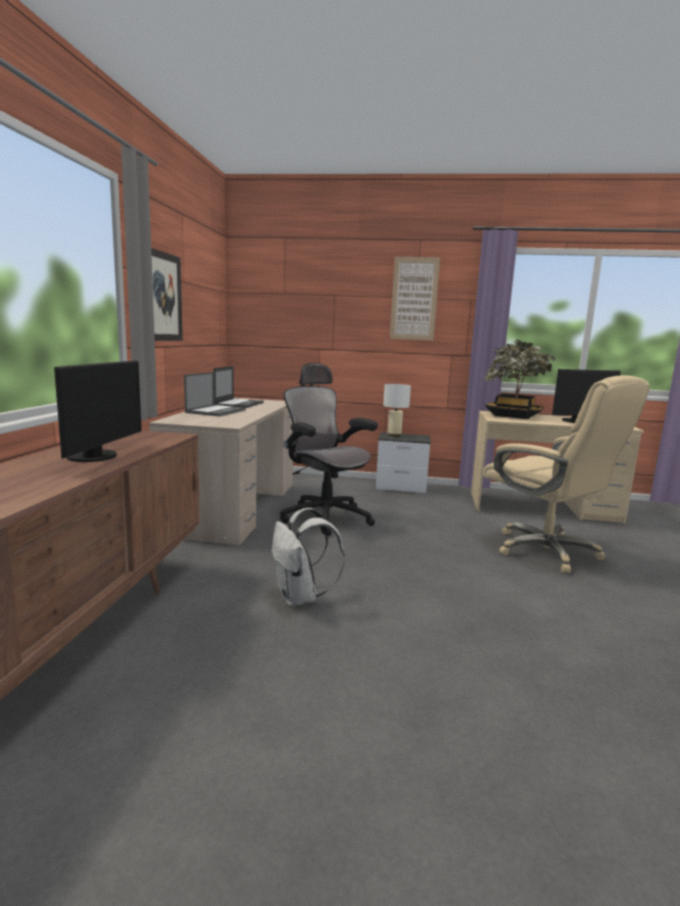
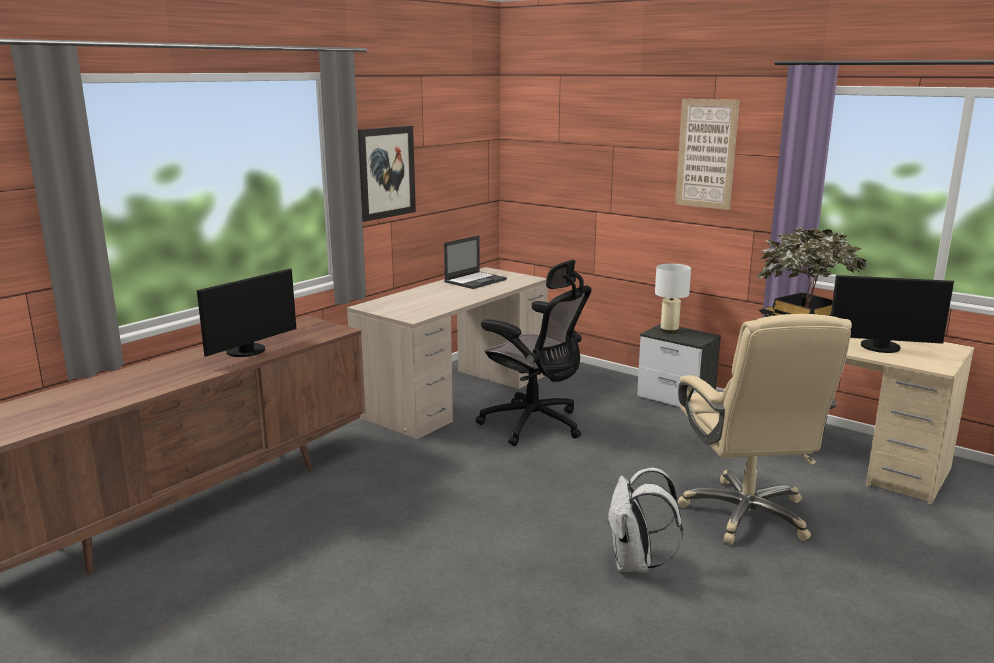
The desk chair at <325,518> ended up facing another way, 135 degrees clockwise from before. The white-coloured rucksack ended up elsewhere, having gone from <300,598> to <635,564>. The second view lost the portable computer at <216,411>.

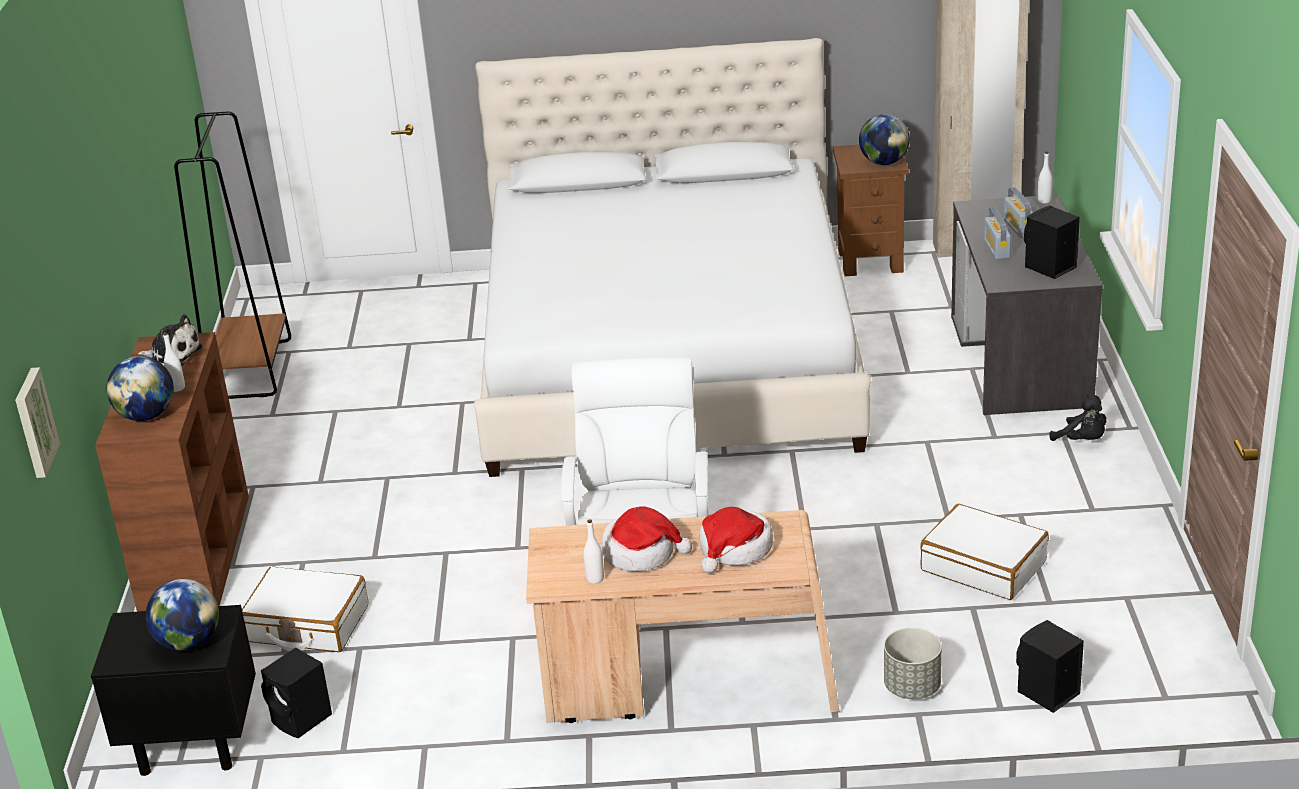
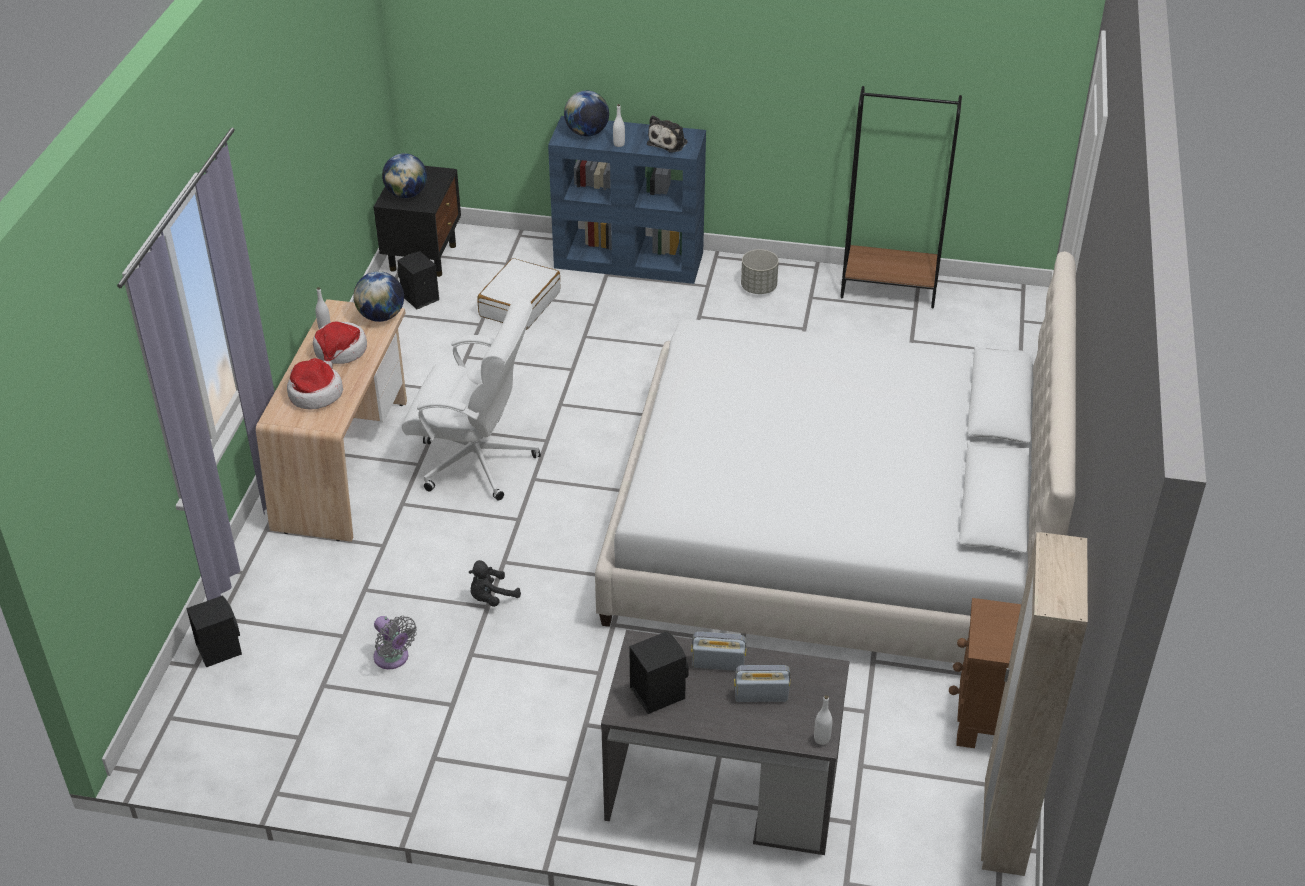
The globe ended up elsewhere, having gone from <884,162> to <381,316>. Where the white-coloured travel case stood at <984,565>, the grey electric fan came to stand at <393,658>. The blackish plush toy ended up elsewhere, having gone from <1082,440> to <491,598>. What was the brown shelving unit at <194,555> turned into the bluish shelving unit at <629,259>. The grey planter ended up elsewhere, having gone from <912,687> to <758,288>. The second view lost the wall art at <33,422>.

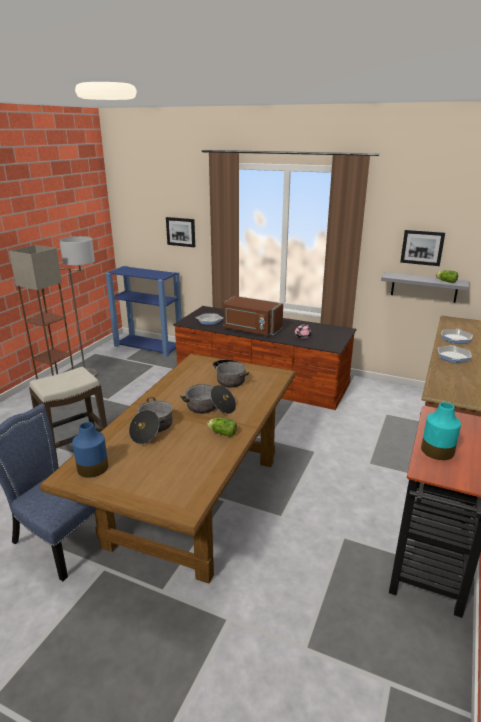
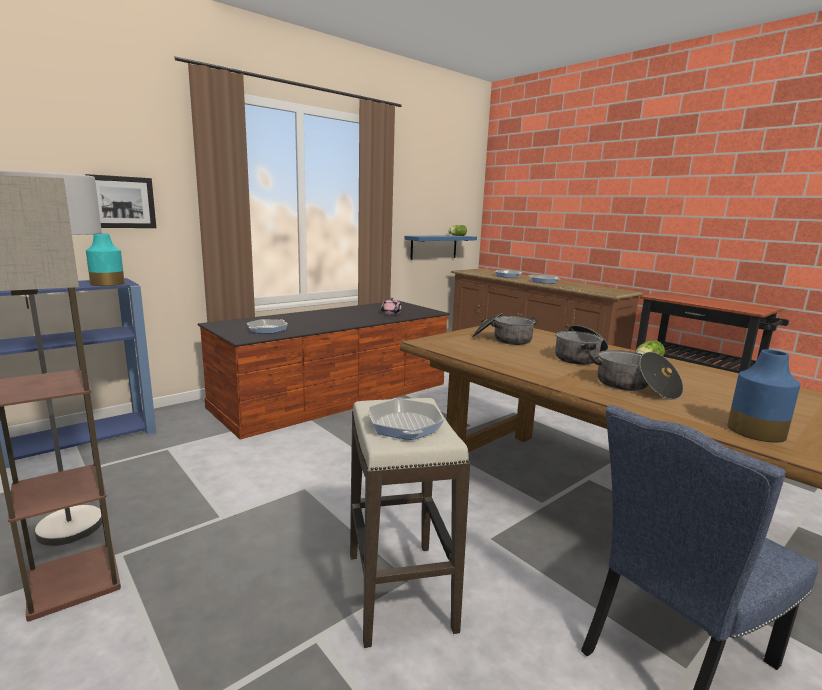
The turquoise flower vase ended up elsewhere, having gone from <437,450> to <108,283>. The second view gained the skillet at <405,425>. What was the grey bracket shelf at <424,287> turned into the bluish bracket shelf at <434,247>. The second view lost the brown kitchen microwave at <251,329>. The second view lost the wall art at <422,247>.

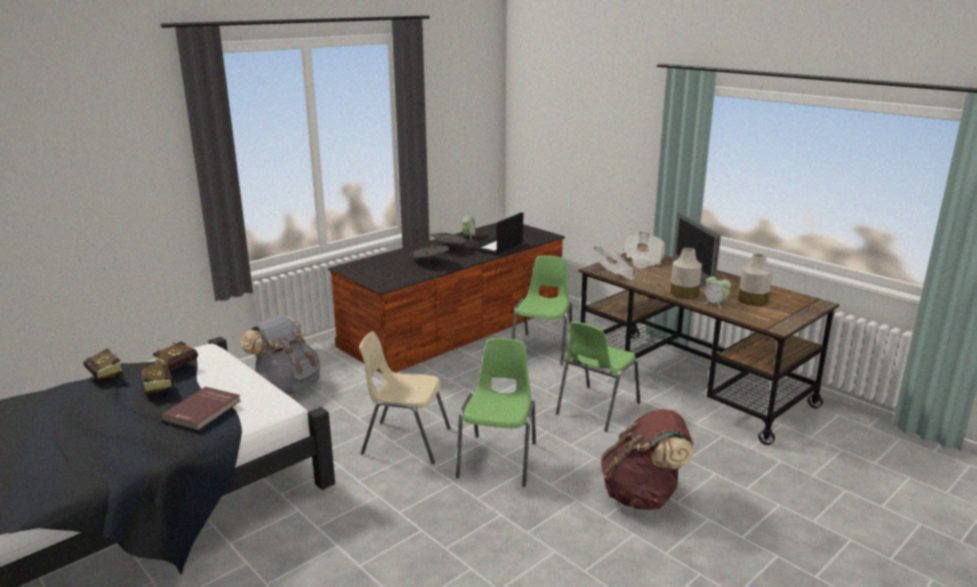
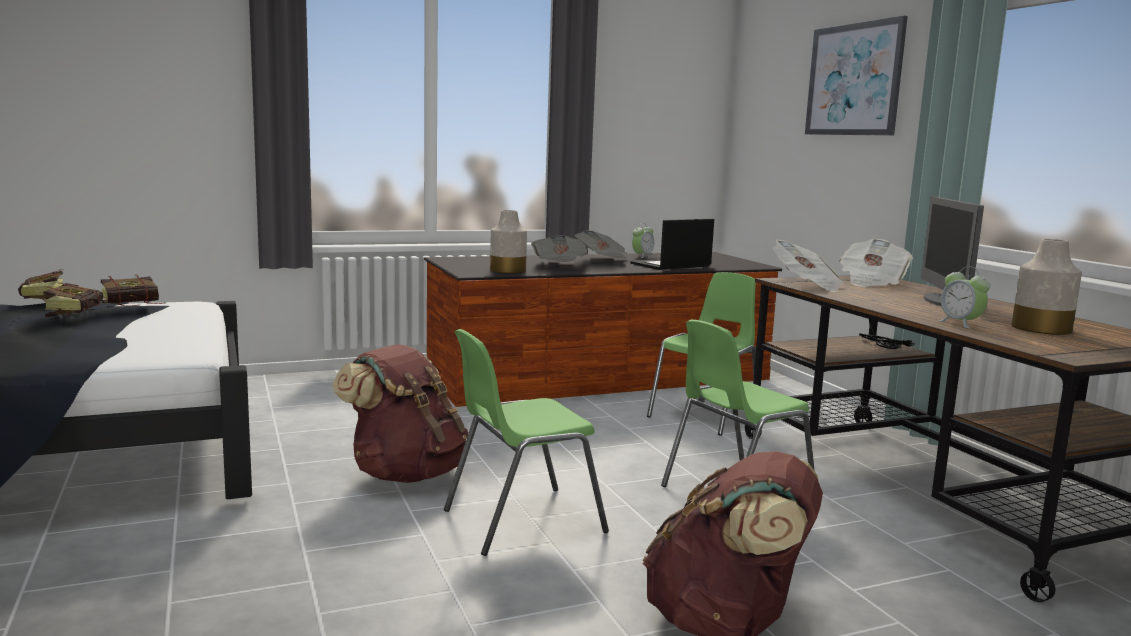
Where the beige upright chair stood at <405,441>, the brown rucksack came to stand at <406,474>. The greenish upright chair at <499,459> ended up facing another way, 150 degrees counterclockwise from before. The beige flower vase ended up elsewhere, having gone from <684,293> to <508,270>. The second view gained the wall art at <854,80>. The second view lost the red-coloured bound book at <203,411>. The second view lost the grey rucksack at <287,387>.

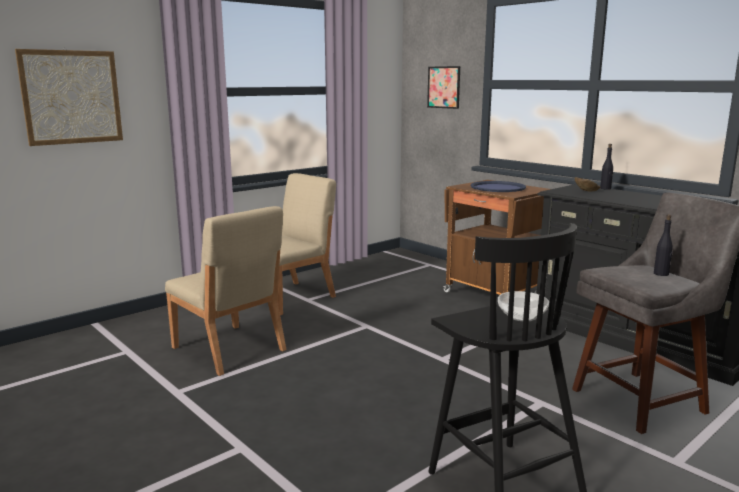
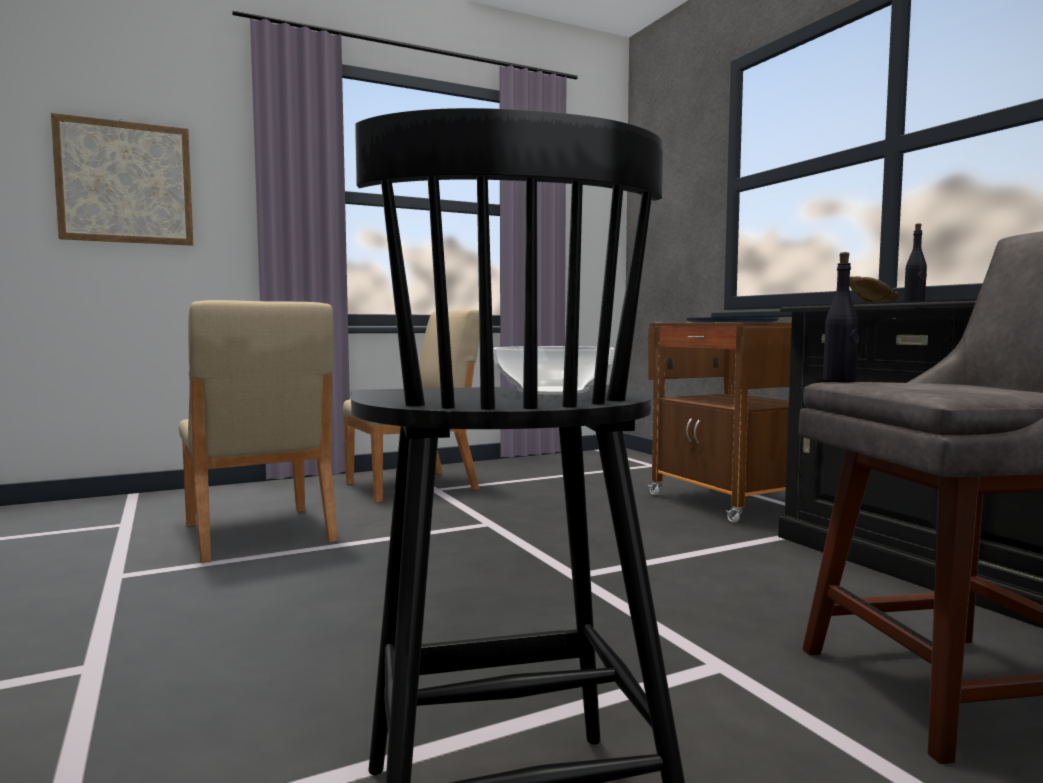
The blackish beverage bottle ended up elsewhere, having gone from <661,274> to <839,381>. The second view lost the wall art at <444,87>.

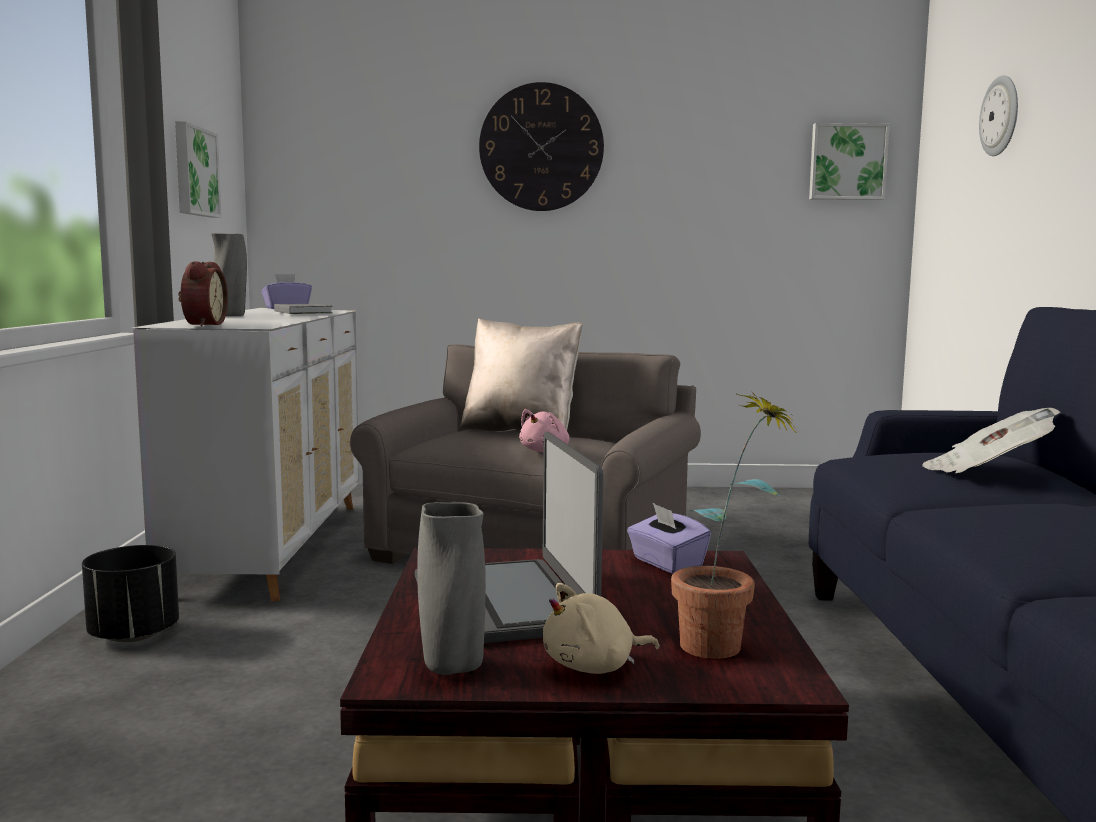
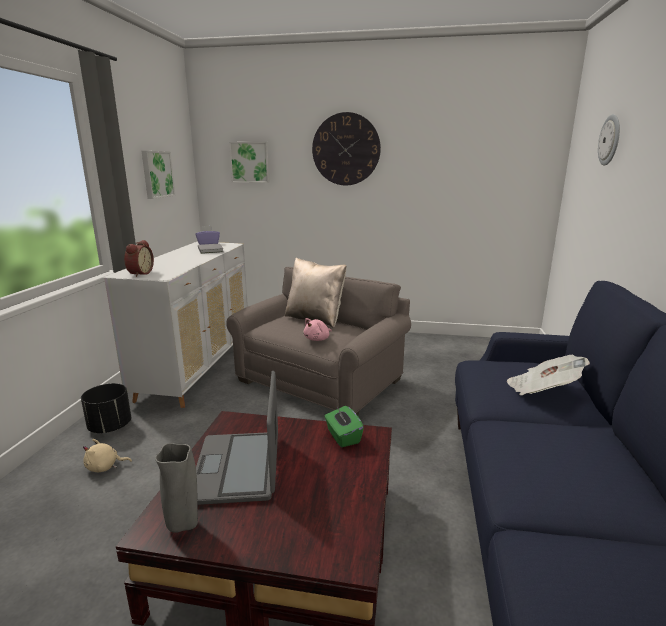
The beige plush toy ended up elsewhere, having gone from <594,667> to <105,467>. The wall art ended up elsewhere, having gone from <847,162> to <250,162>. What was the purple-coloured box of tissues at <666,563> turned into the greenish box of tissues at <343,437>. The second view lost the grey flower vase at <231,316>. The second view lost the potted plant at <726,643>.

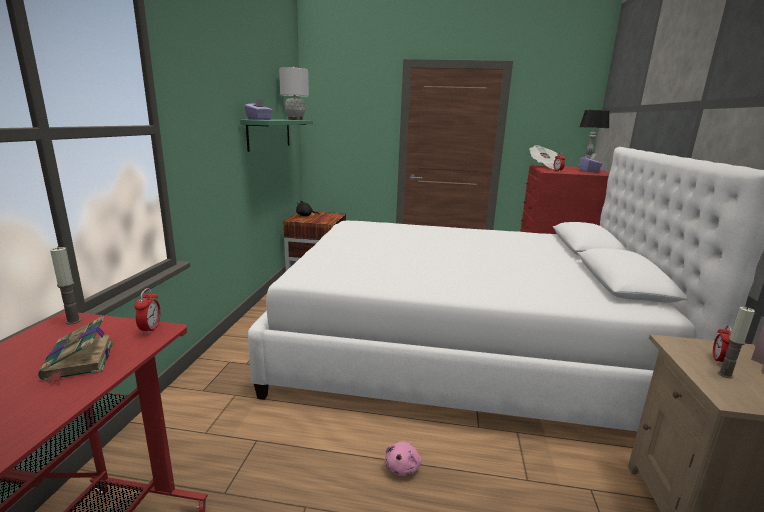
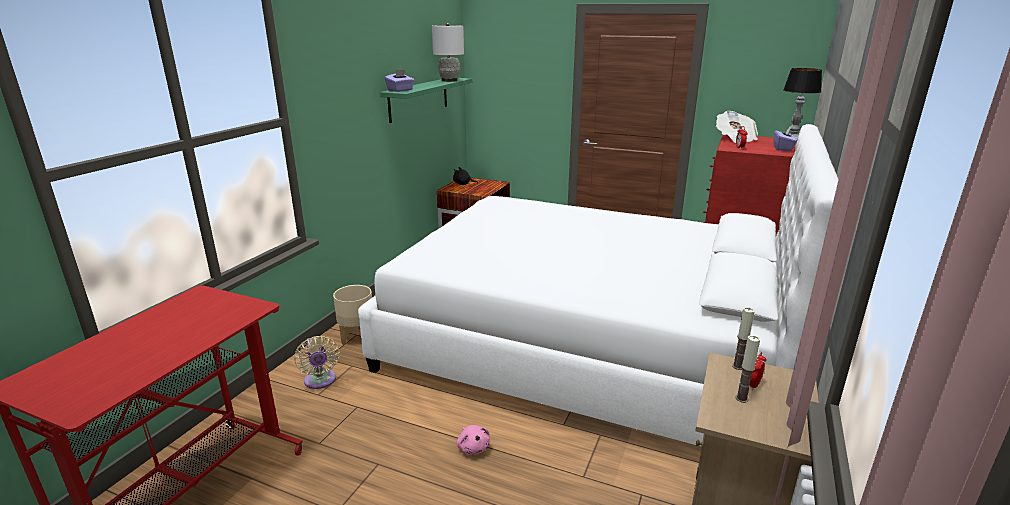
The second view gained the beige electric fan at <320,381>. The second view gained the beige planter at <357,337>. The pink plush toy at <403,467> ended up facing another way, 60 degrees counterclockwise from before. The wax candle ended up elsewhere, having gone from <73,321> to <737,366>. The second view lost the bound book at <79,361>. The second view lost the bedside clock at <150,329>.

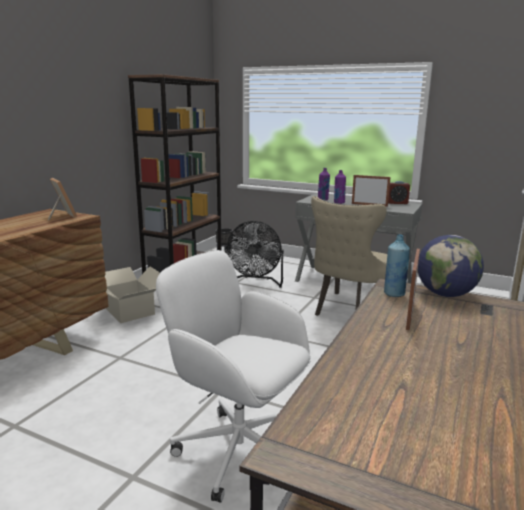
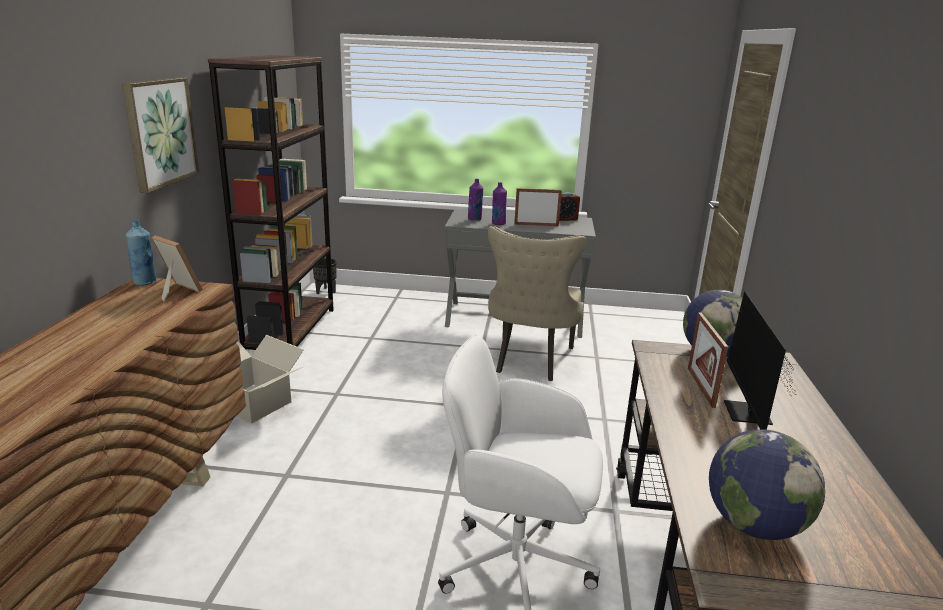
The second view gained the wall art at <160,132>. The bluish beverage bottle ended up elsewhere, having gone from <394,294> to <145,282>. The second view gained the globe at <754,525>. The second view gained the monitor at <747,416>. The second view lost the blackish electric fan at <253,280>.

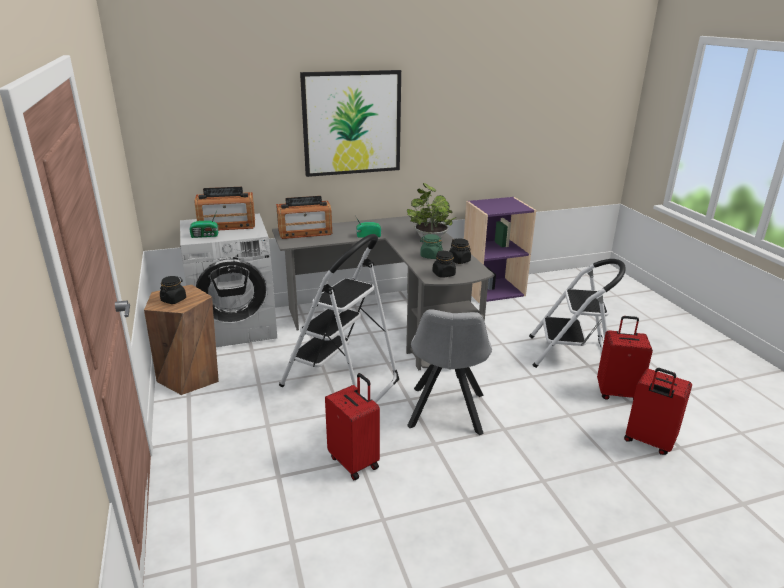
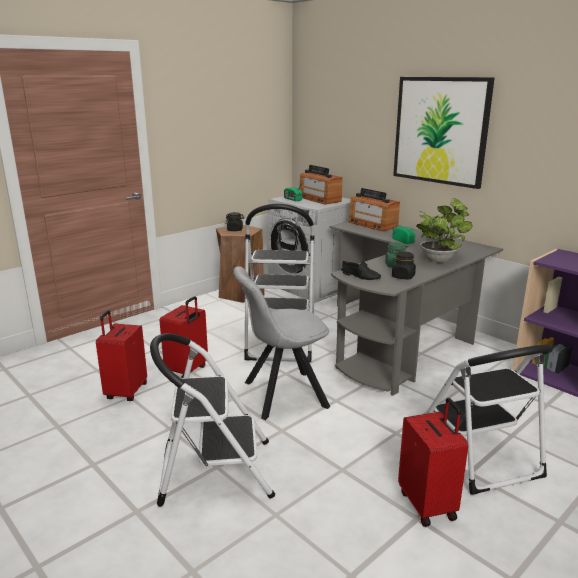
The red-coloured travel case ended up elsewhere, having gone from <648,442> to <125,392>. The second view gained the step stool at <212,472>. Where the blackish jar stood at <443,274>, the blackish shoe came to stand at <361,276>.

